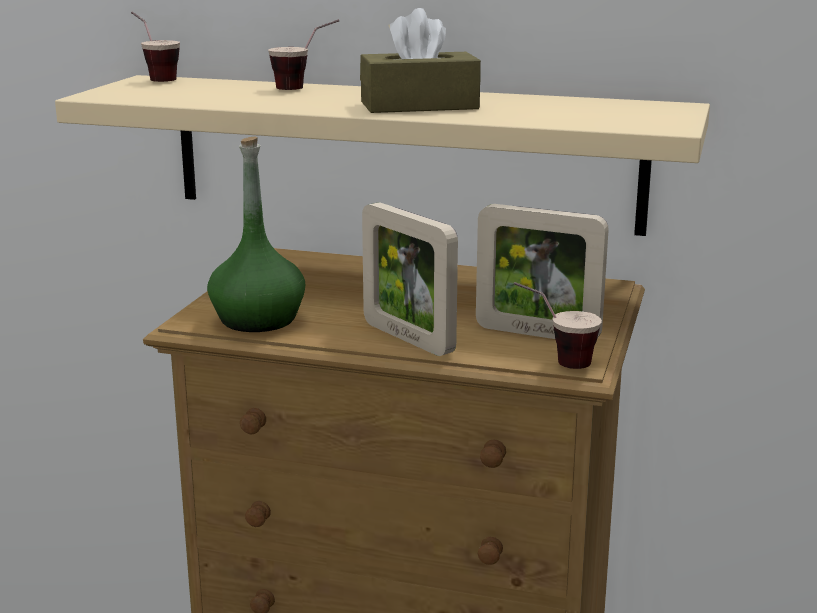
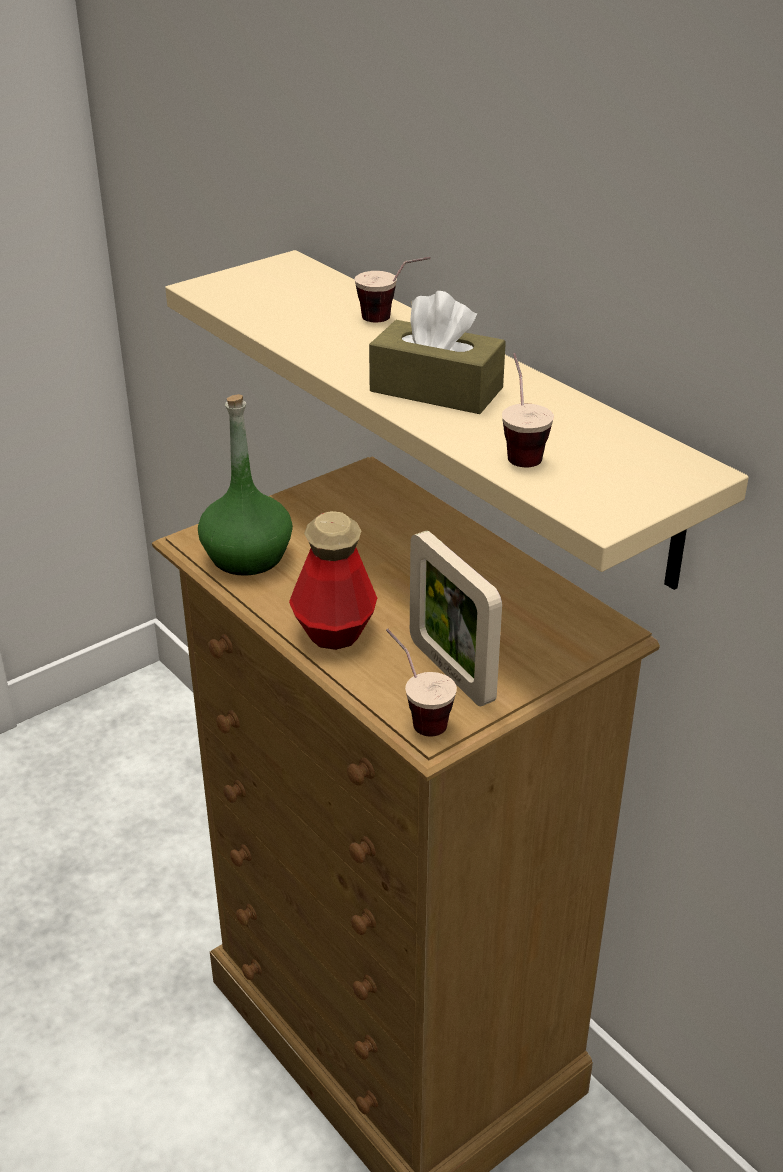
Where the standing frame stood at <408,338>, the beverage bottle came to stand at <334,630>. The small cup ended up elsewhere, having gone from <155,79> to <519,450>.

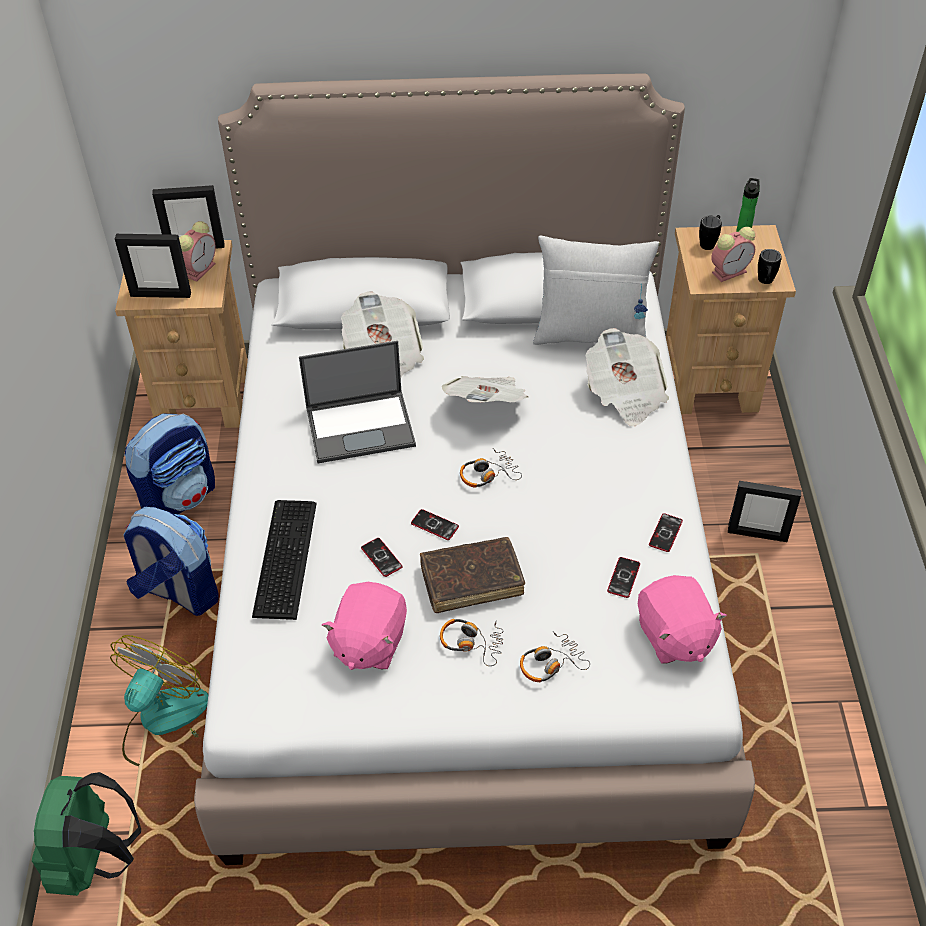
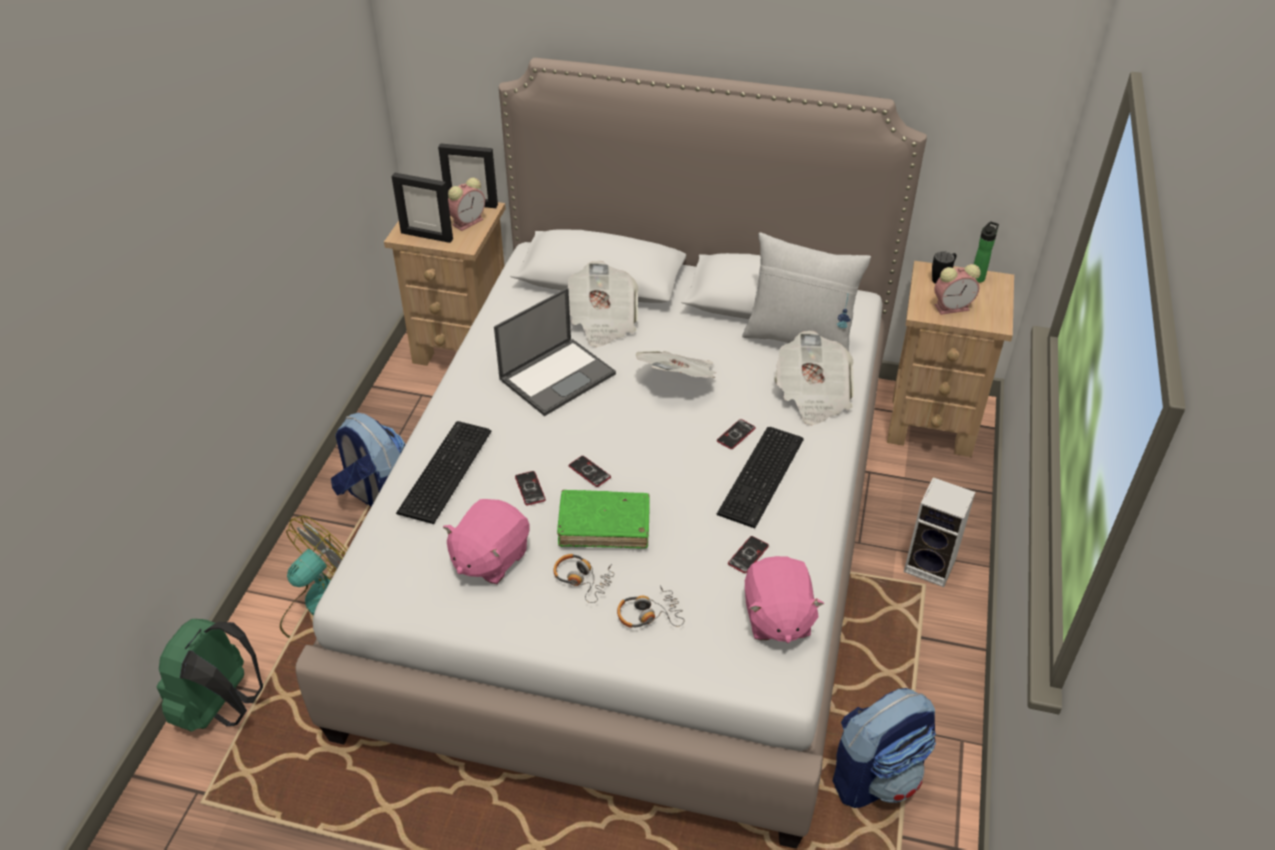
The portable computer at <361,426> ended up facing another way, 45 degrees counterclockwise from before. What was the brown bound book at <471,580> turned into the greenish bound book at <604,526>. The handset ended up elsewhere, having gone from <665,533> to <736,435>. The second view gained the PC keyboard at <764,475>. The rucksack ended up elsewhere, having gone from <179,497> to <876,775>. Where the standing frame stood at <757,533>, the audio speaker came to stand at <932,566>. The second view lost the headphones at <488,475>. The second view lost the blackish coffee mug at <765,282>.

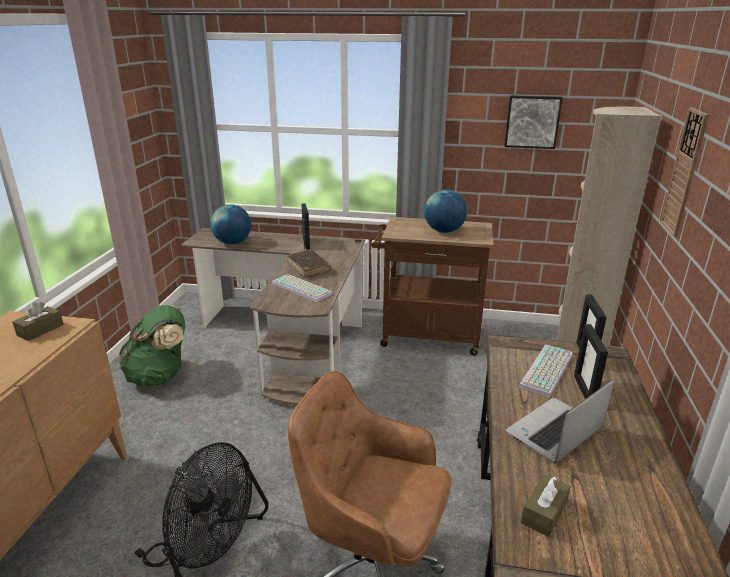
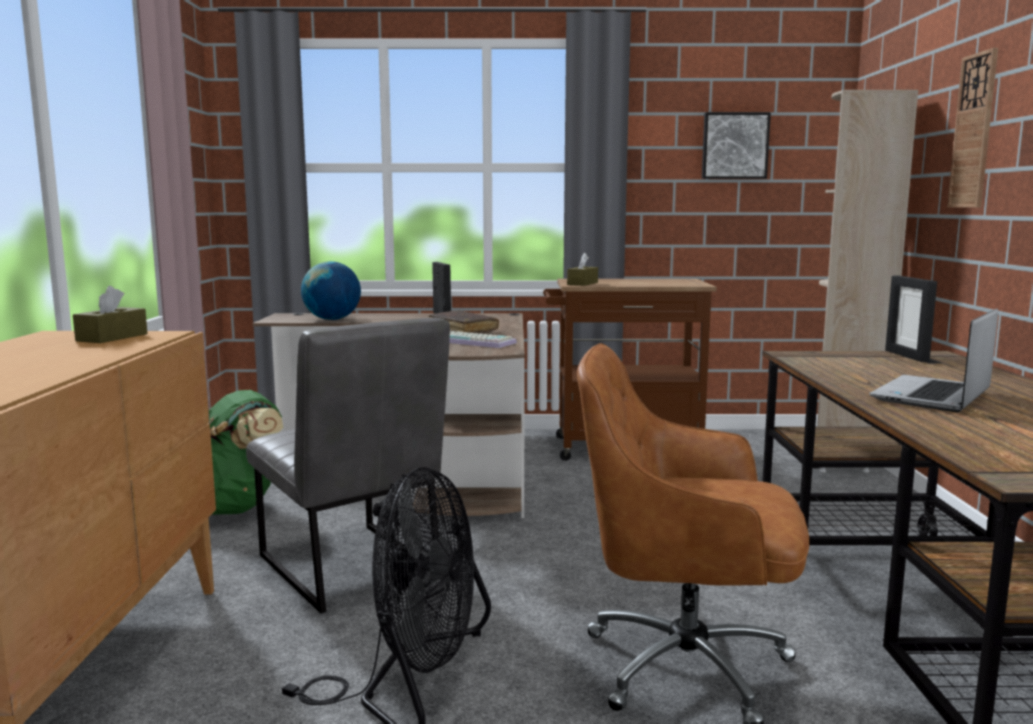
The second view gained the grey upright chair at <350,567>. The brown box of tissues ended up elsewhere, having gone from <544,513> to <582,283>. The second view lost the globe at <444,231>. The second view lost the PC keyboard at <548,371>. The second view lost the standing frame at <585,390>.

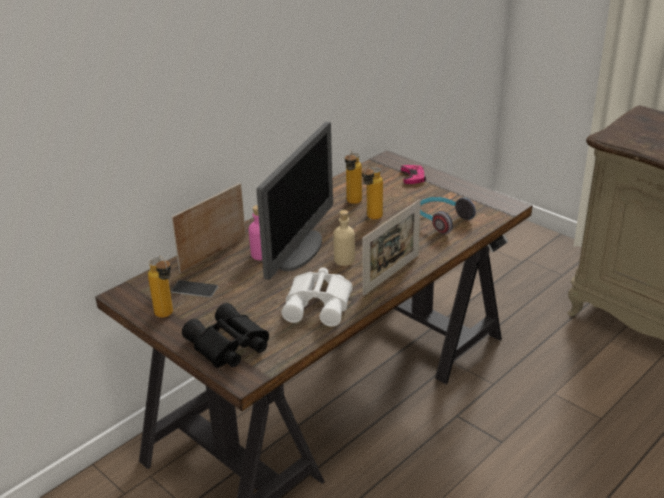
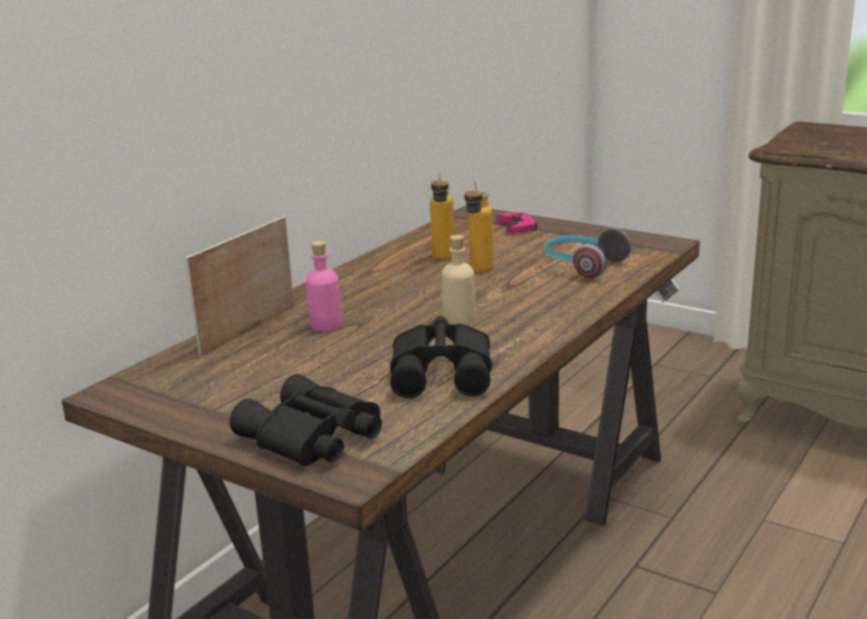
What was the white-coloured pair of binoculars at <320,304> turned into the blackish pair of binoculars at <444,372>. The second view lost the beverage bottle at <167,316>. The second view lost the handset at <194,289>. The second view lost the monitor at <300,251>. The second view lost the standing frame at <391,274>.

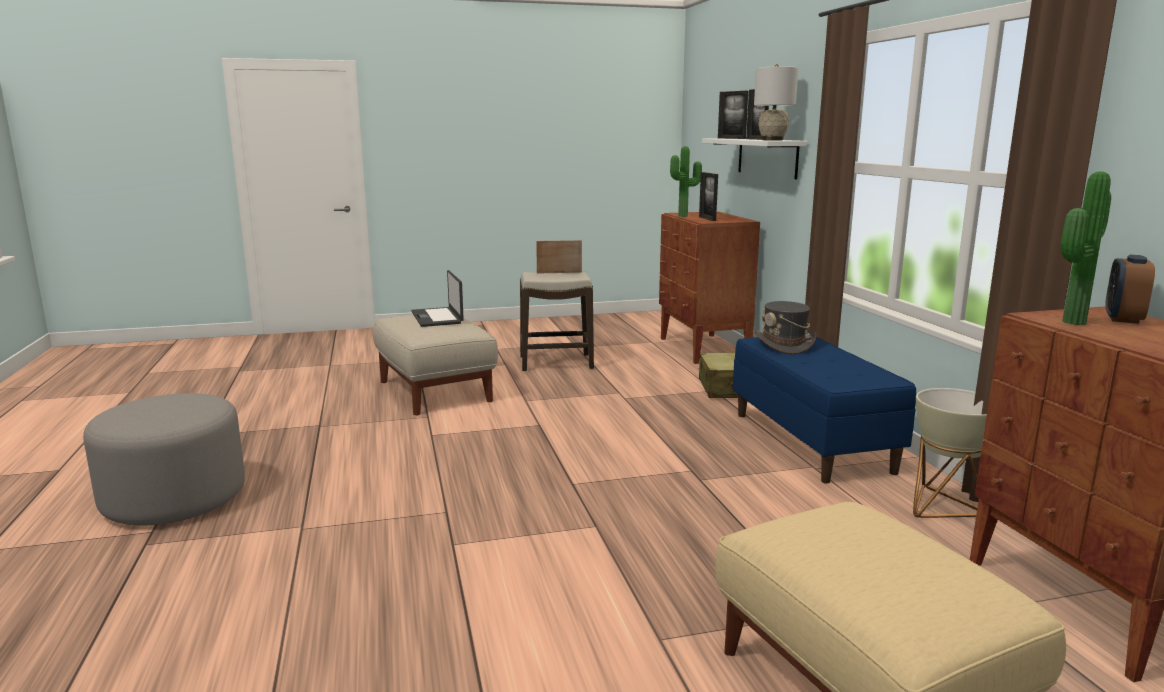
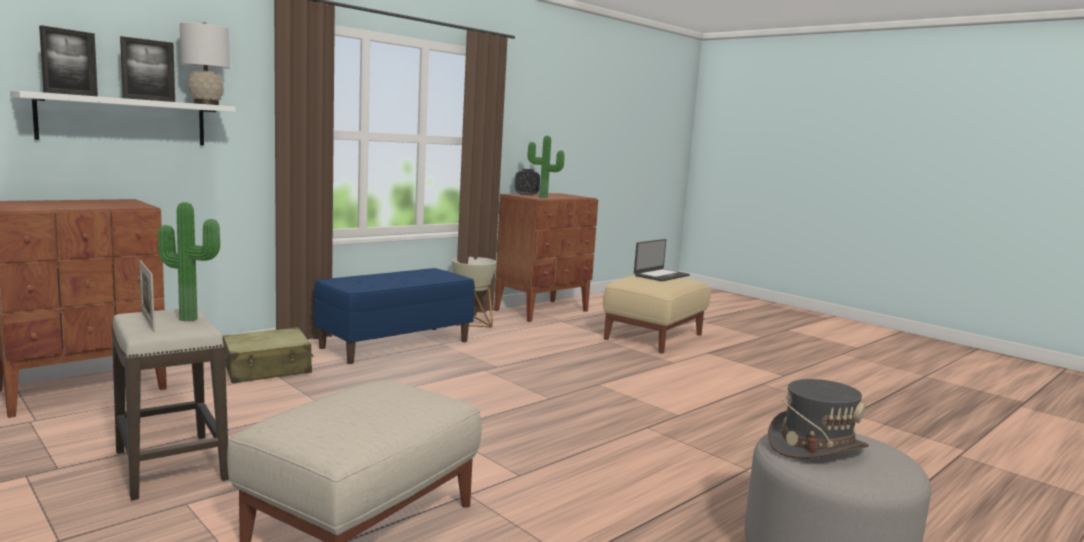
The potted plant ended up elsewhere, having gone from <684,216> to <190,318>. The portable computer ended up elsewhere, having gone from <438,317> to <661,275>. The grey clothing hat ended up elsewhere, having gone from <784,345> to <816,446>. The second view lost the standing frame at <707,219>.

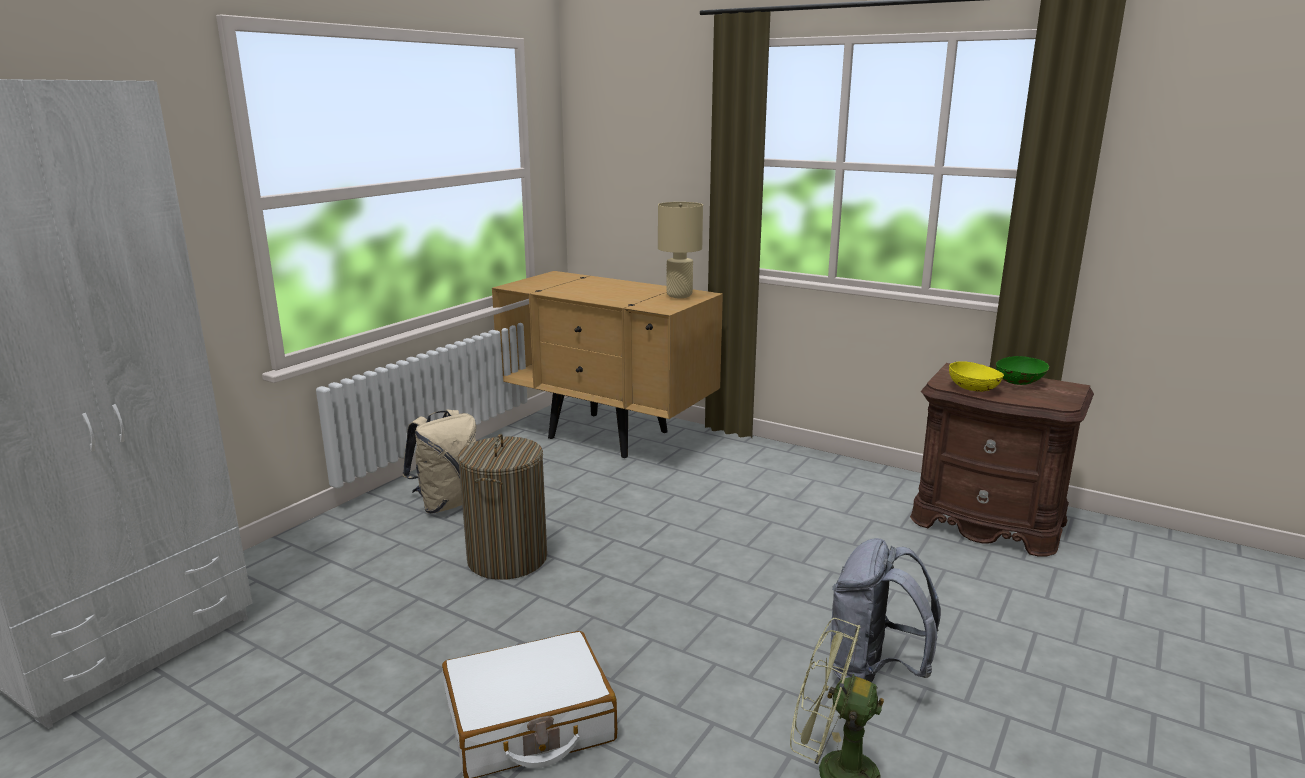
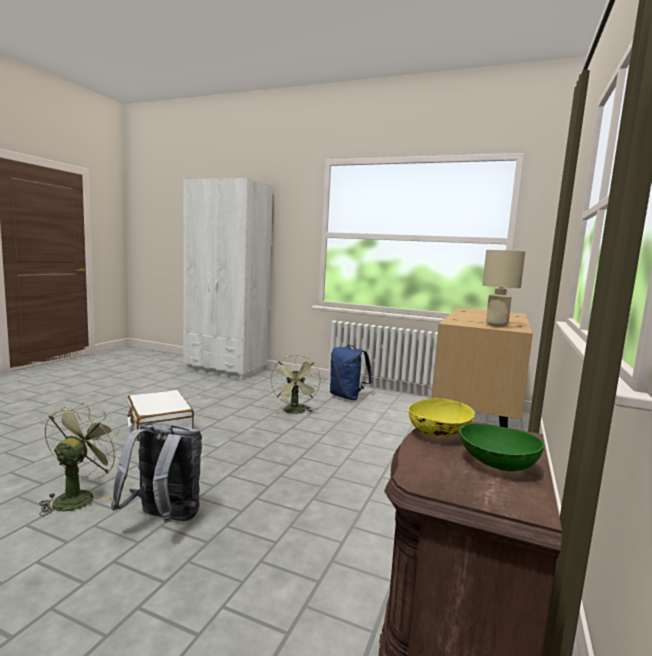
Where the washing basket stood at <507,558>, the greenish electric fan came to stand at <295,412>. What was the beige rucksack at <448,503> turned into the bluish rucksack at <347,397>.

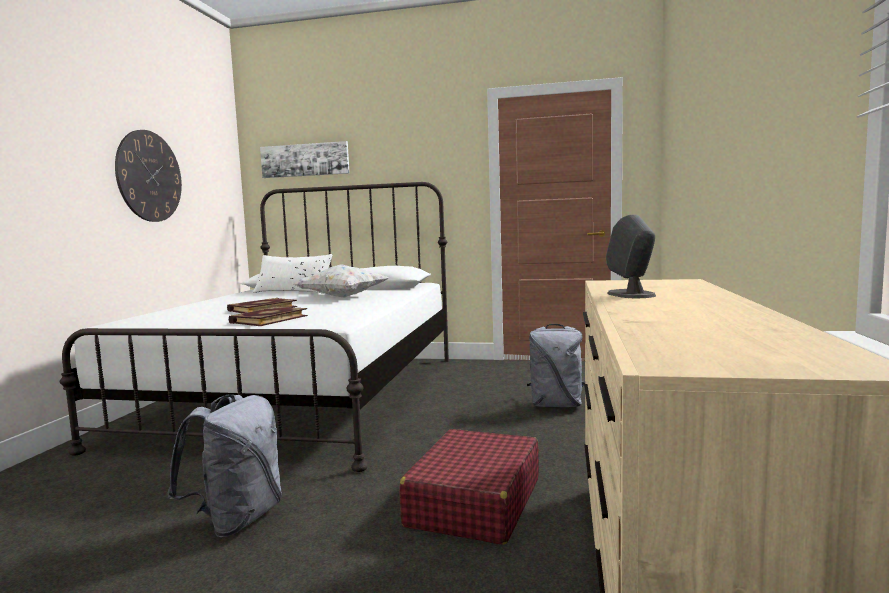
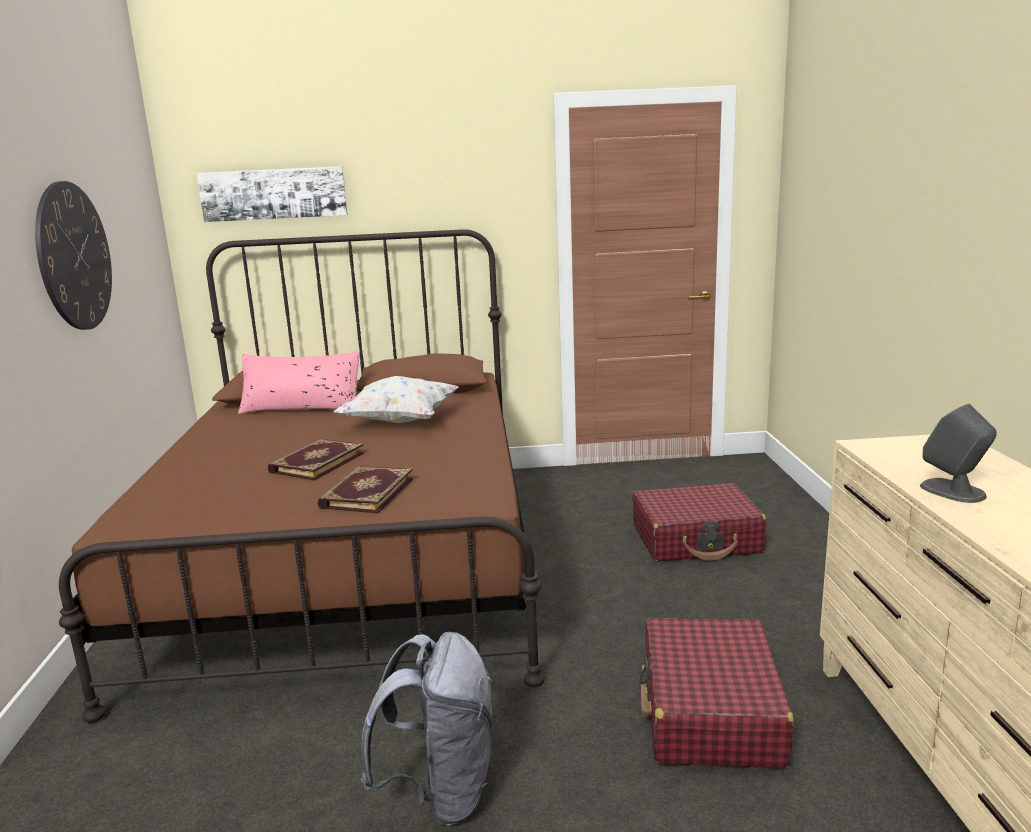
What was the white-coloured bed at <303,397> turned into the brown bed at <353,563>. What was the white-coloured pillow at <293,291> turned into the pink pillow at <302,408>. Where the grey rucksack stood at <556,405>, the red-coloured travel case came to stand at <696,539>.

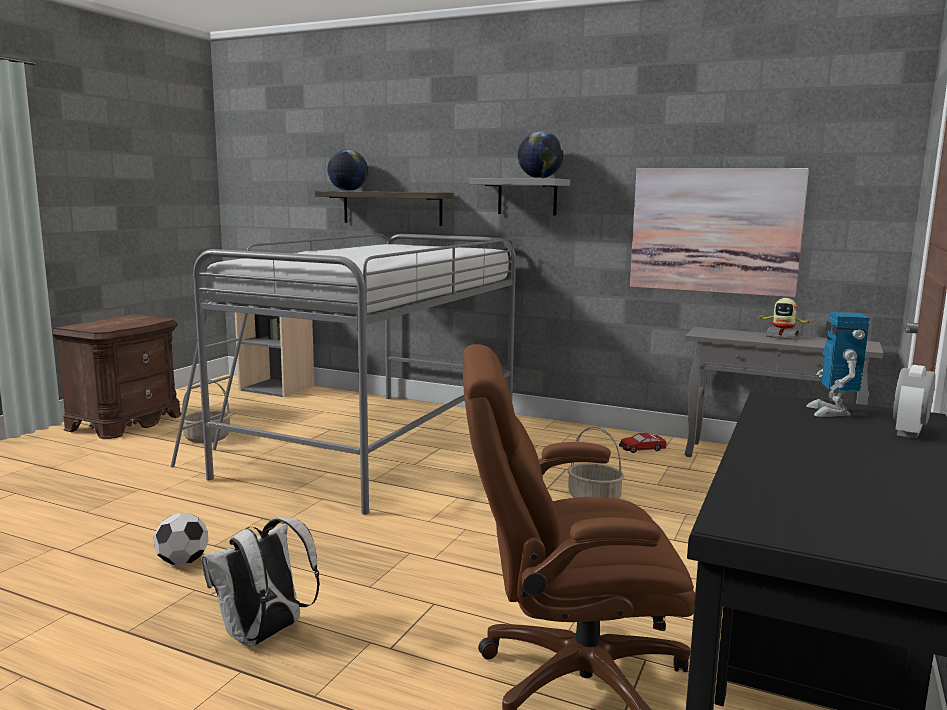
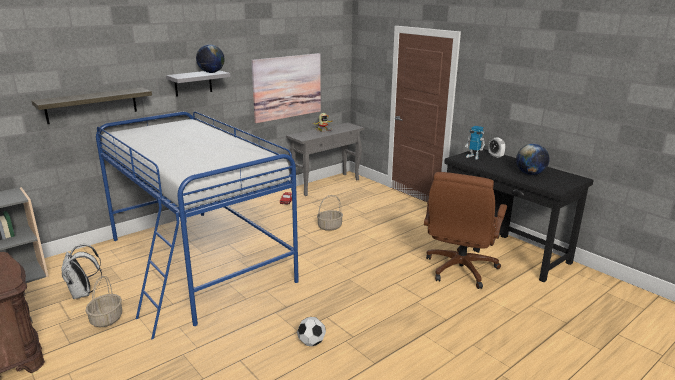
The white-coloured rucksack ended up elsewhere, having gone from <264,636> to <83,293>. What was the grey bed at <374,444> turned into the bluish bed at <198,261>. The globe ended up elsewhere, having gone from <348,190> to <530,174>.

